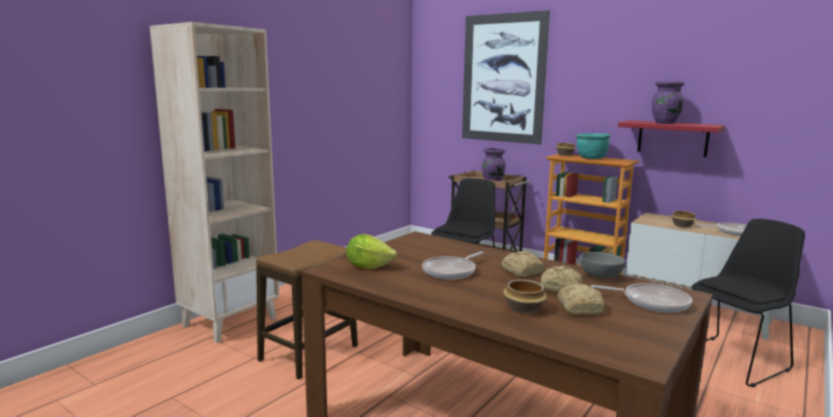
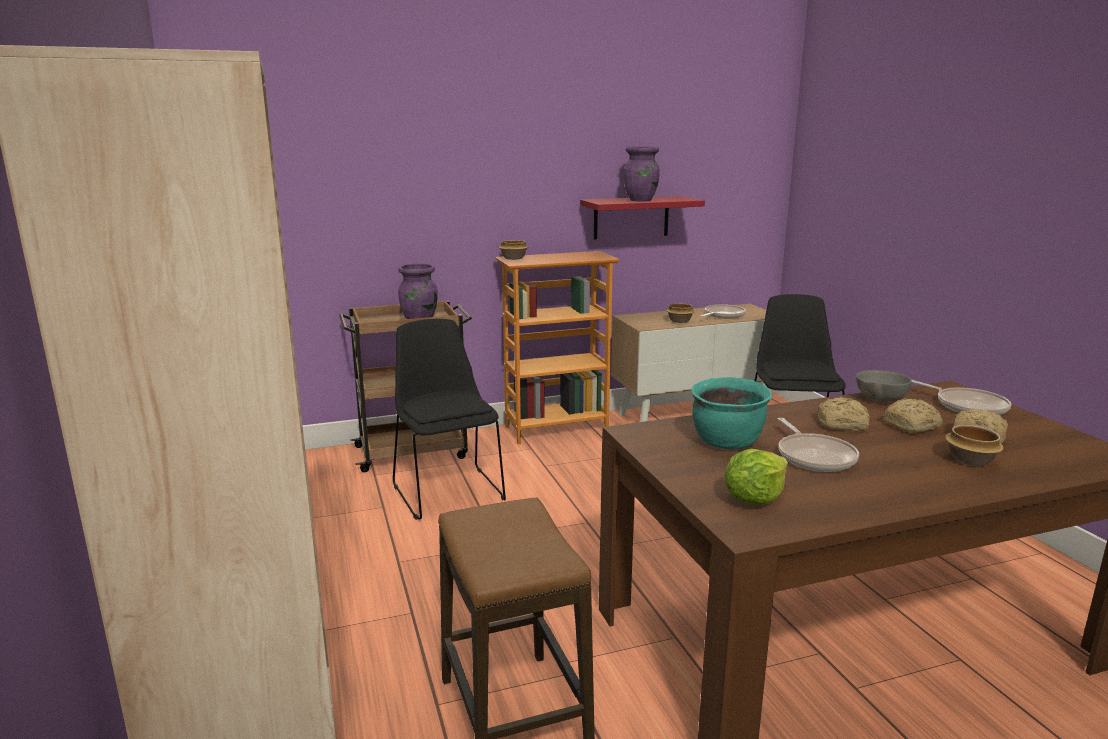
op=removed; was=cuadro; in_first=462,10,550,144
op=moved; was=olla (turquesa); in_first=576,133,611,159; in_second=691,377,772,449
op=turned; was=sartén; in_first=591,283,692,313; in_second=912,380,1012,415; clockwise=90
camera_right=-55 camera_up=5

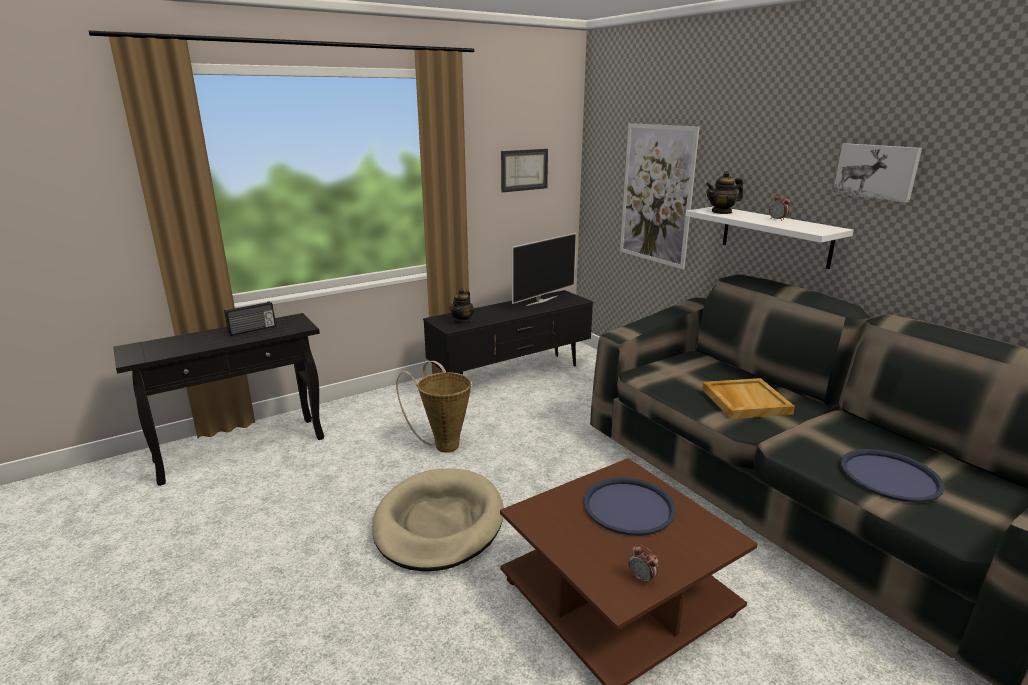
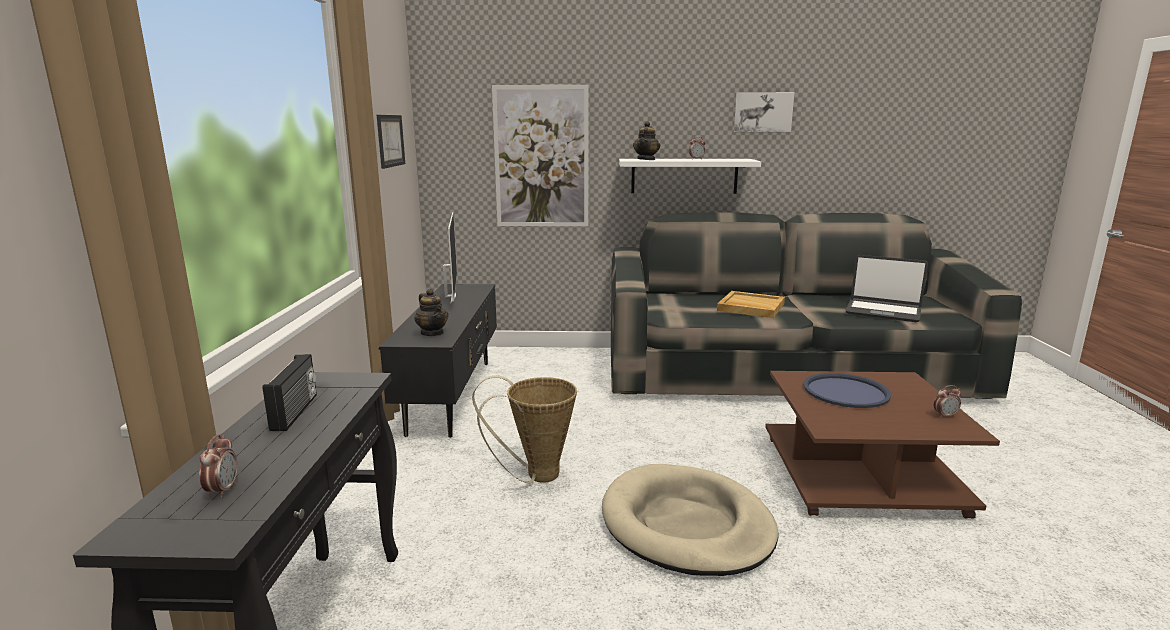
op=replaced; was=bandeja (azul); now=portátil; in_first=841,449,945,503; in_second=845,255,928,322
op=added; now=despertador; in_second=199,434,237,498
camera_right=-55 camera_up=-5

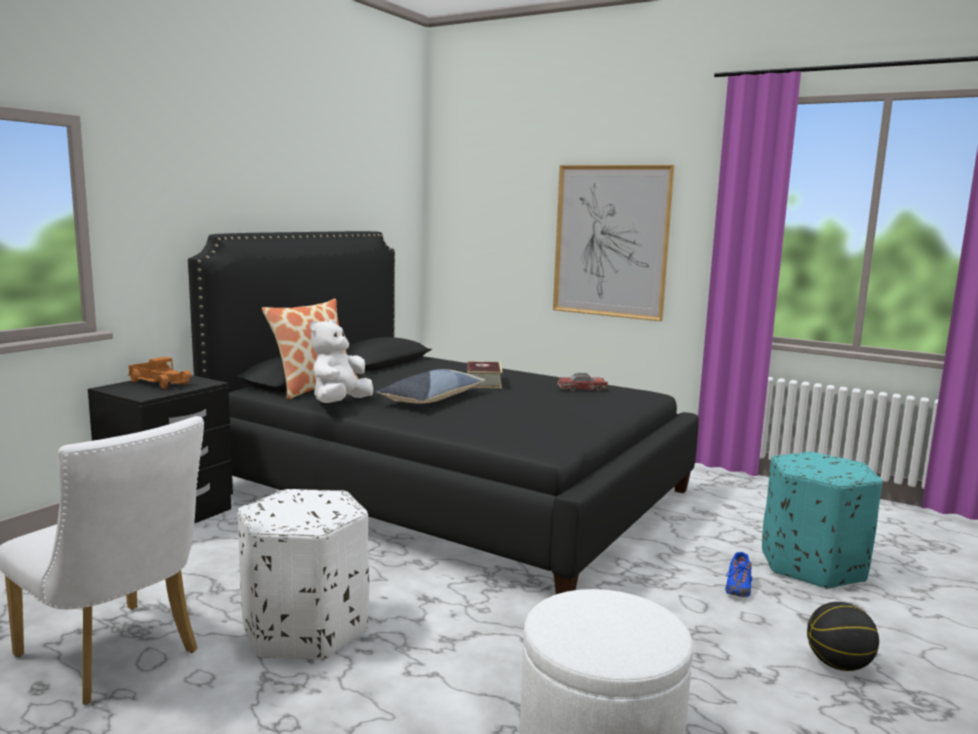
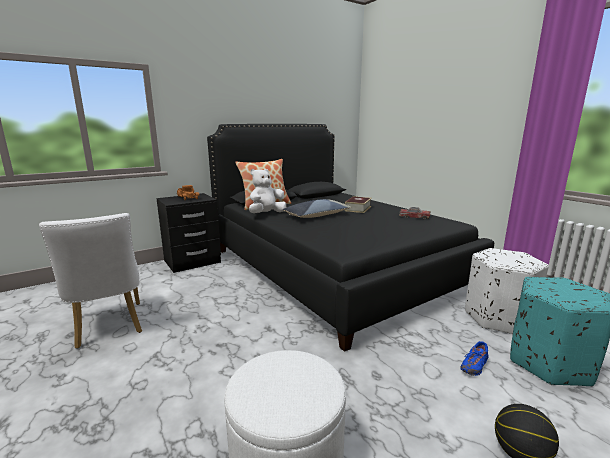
op=moved; was=puf (blanco); in_first=237,489,369,660; in_second=465,248,549,334
op=removed; was=cuadro; in_first=553,165,674,321
camera_right=25 camera_up=5

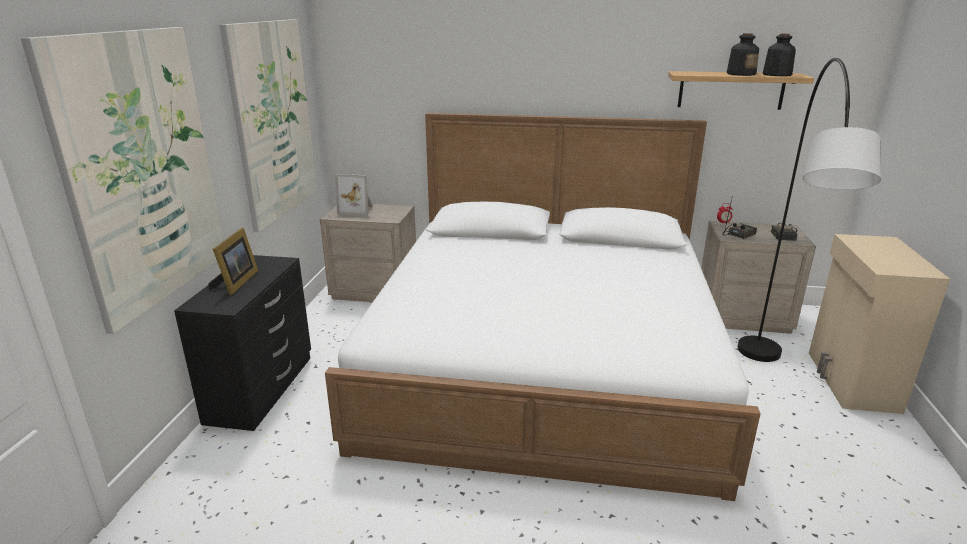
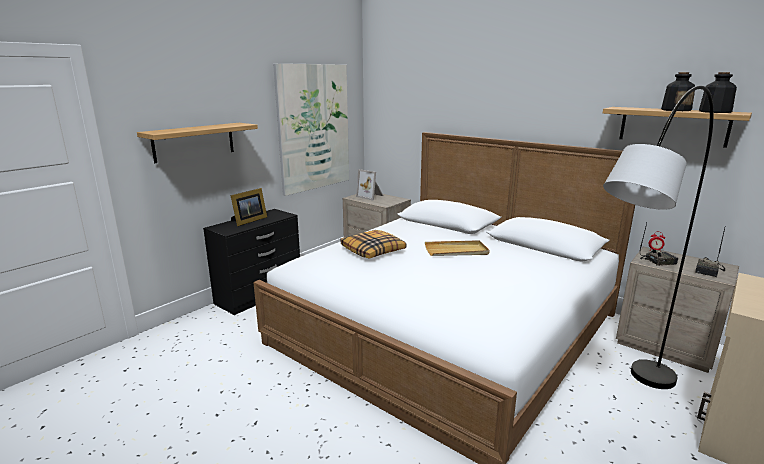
op=replaced; was=cuadro; now=estante; in_first=21,27,223,334; in_second=137,123,258,163
op=added; now=cojín; in_second=340,230,406,259
op=added; now=bandeja (beis); in_second=425,240,490,256
camera_right=30 camera_up=-5

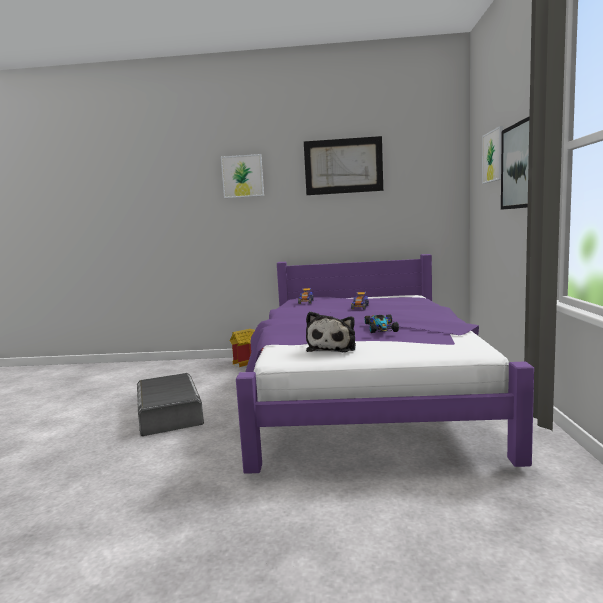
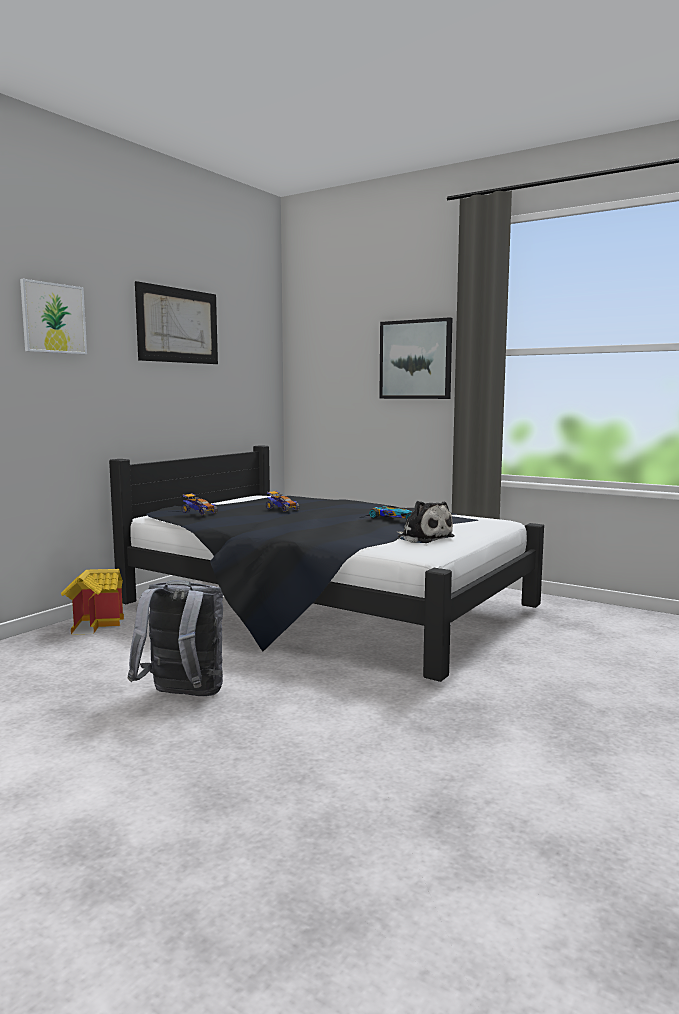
op=replaced; was=caja de almacenaje (gris); now=mochila (gris); in_first=137,373,204,436; in_second=128,580,223,696
op=recoloured; was=cama (morado); now=cama (negro); in_first=236,254,534,474; in_second=109,445,544,682
op=removed; was=cuadro; in_first=482,126,503,184
camera_right=-60 camera_up=0

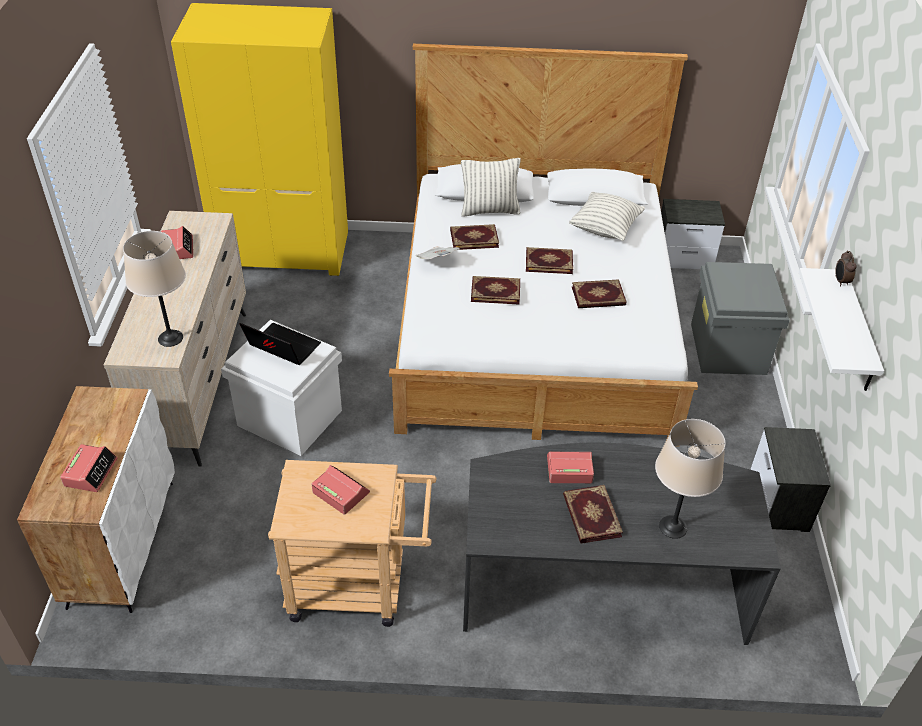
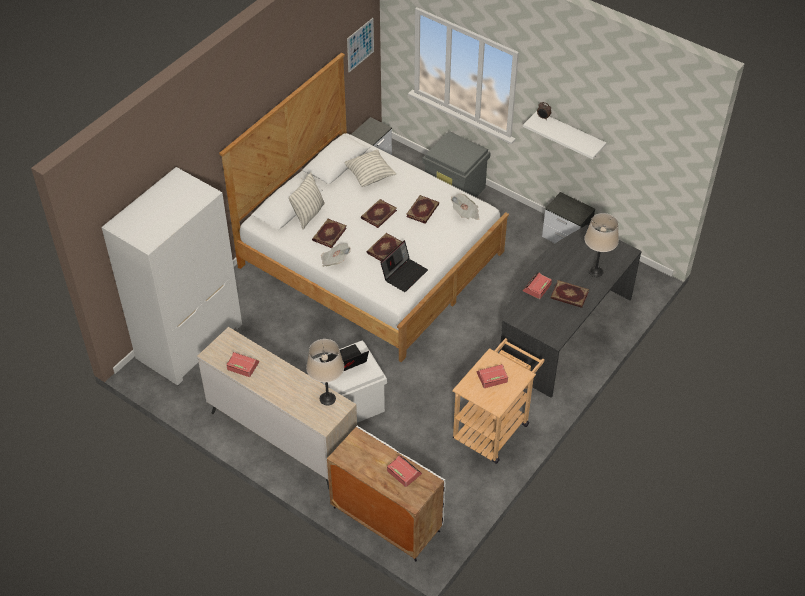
op=recoloured; was=armario ropero (amarillo); now=armario ropero (blanco); in_first=171,3,348,276; in_second=102,167,242,385
op=added; now=cuadro; in_second=347,18,374,73
op=added; now=portátil; in_second=380,240,428,292
op=added; now=periódico; in_second=451,194,479,220
camera_right=-55 camera_up=5

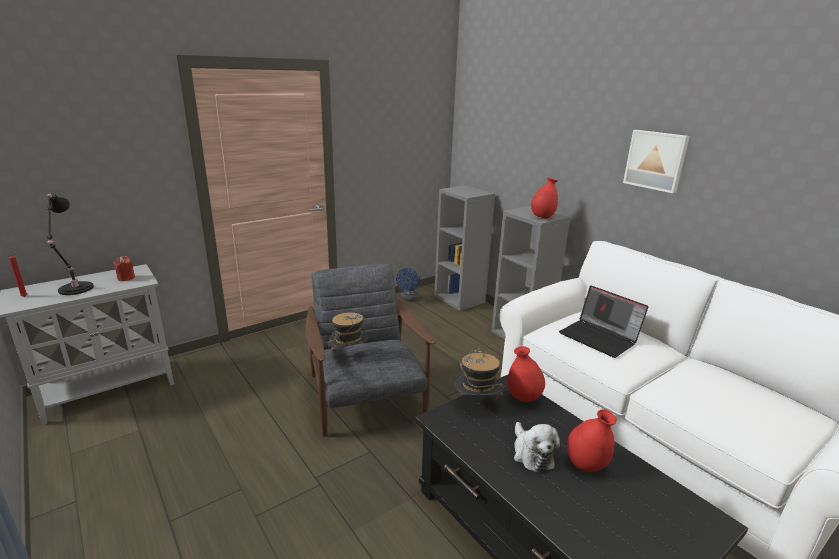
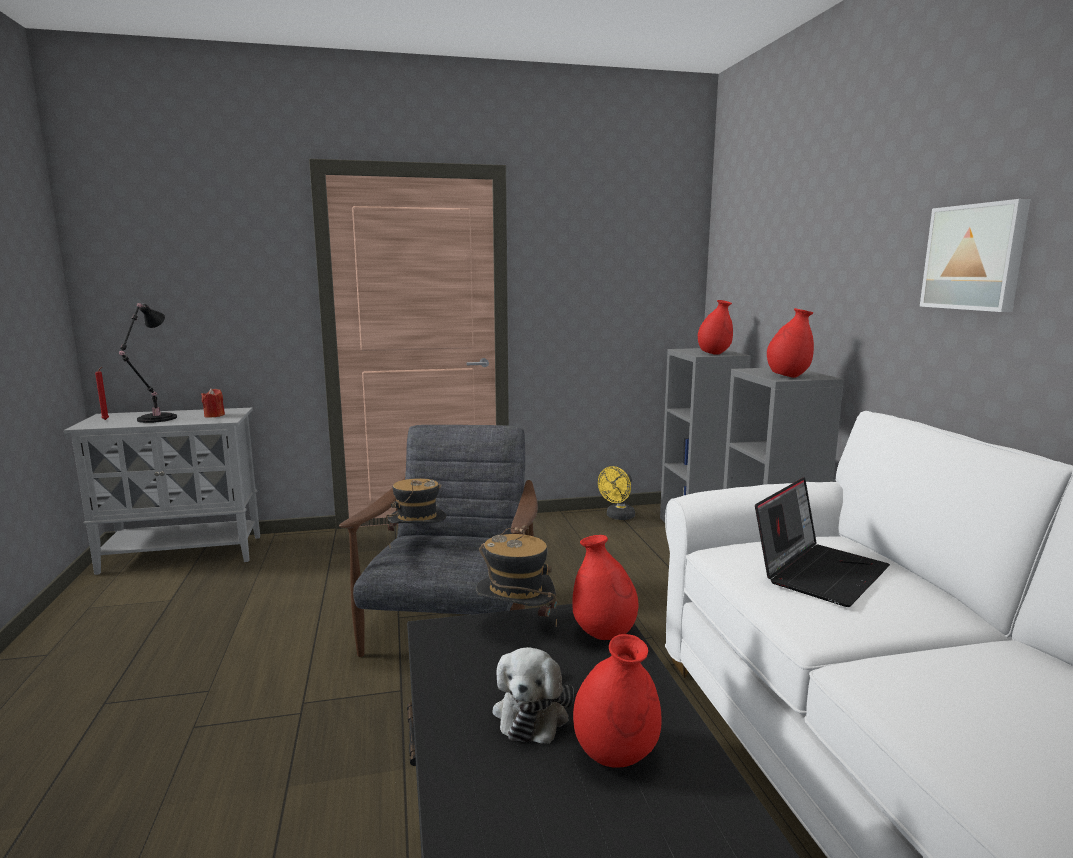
op=recoloured; was=ventilador (azul); now=ventilador (amarillo); in_first=396,268,420,302; in_second=598,466,635,520
op=turned; was=portátil; in_first=559,285,649,358; in_second=755,477,890,607; clockwise=-120
op=added; now=florero (rojo); in_second=698,300,733,355
camera_right=25 camera_up=-10

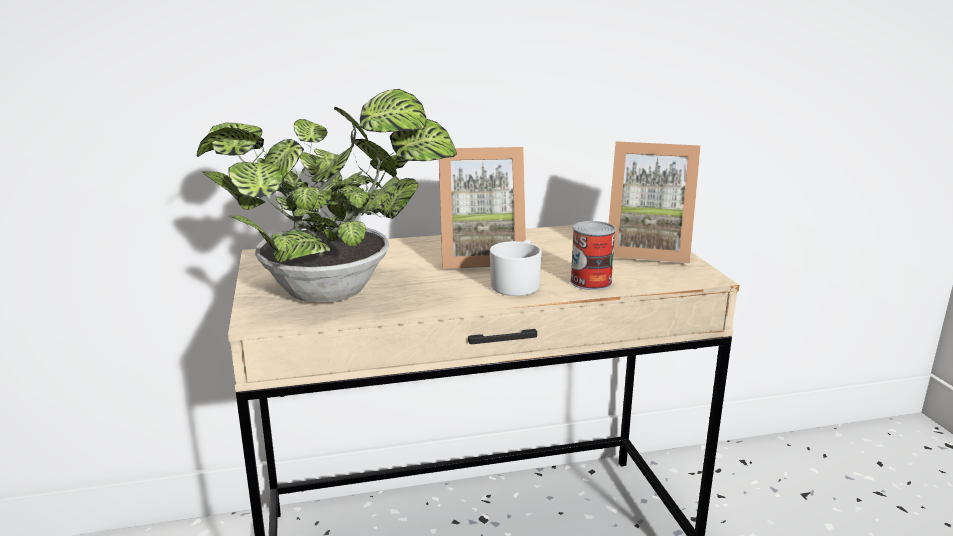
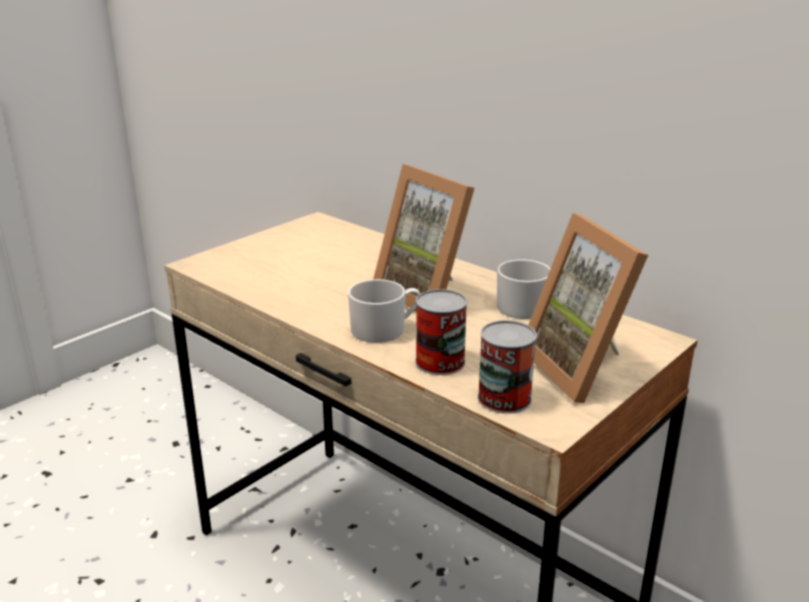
op=removed; was=planta en maceta; in_first=197,89,457,303
op=added; now=lata; in_second=478,320,537,414
op=added; now=taza grande (blanco); in_second=497,260,551,319
camera_right=55 camera_up=5

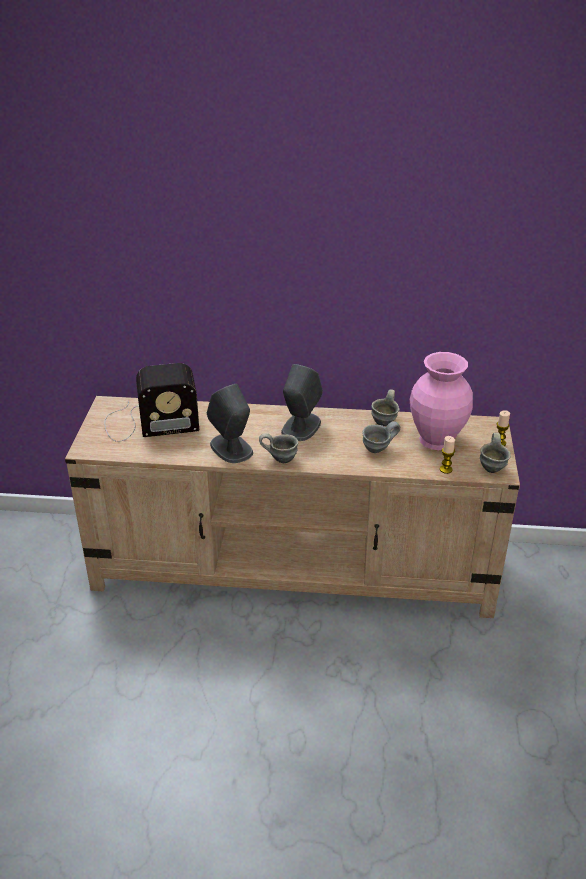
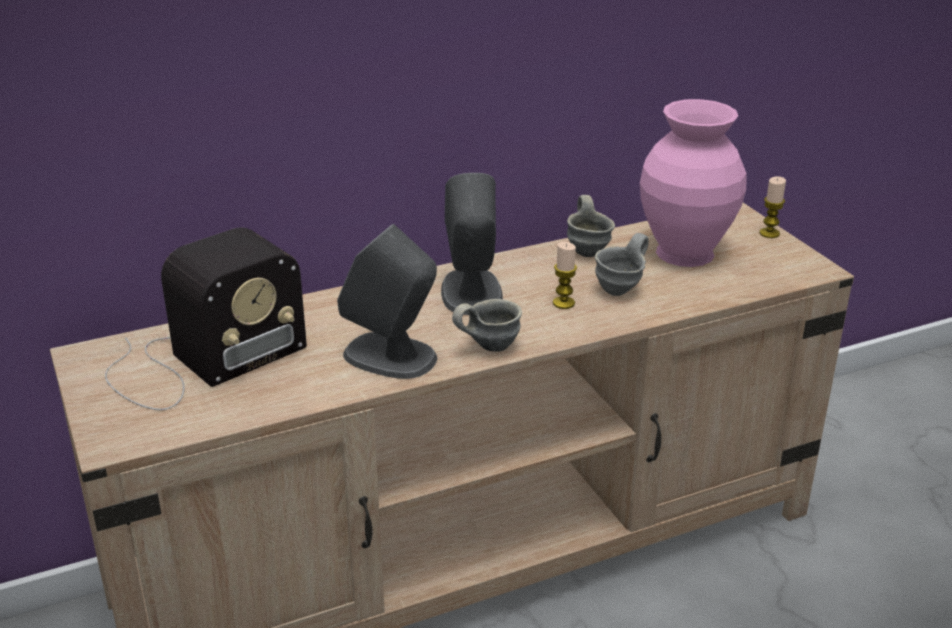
op=moved; was=vela; in_first=440,436,455,474; in_second=553,242,577,309
op=removed; was=taza grande (gris); in_first=480,432,511,473
camera_right=-30 camera_up=-5

